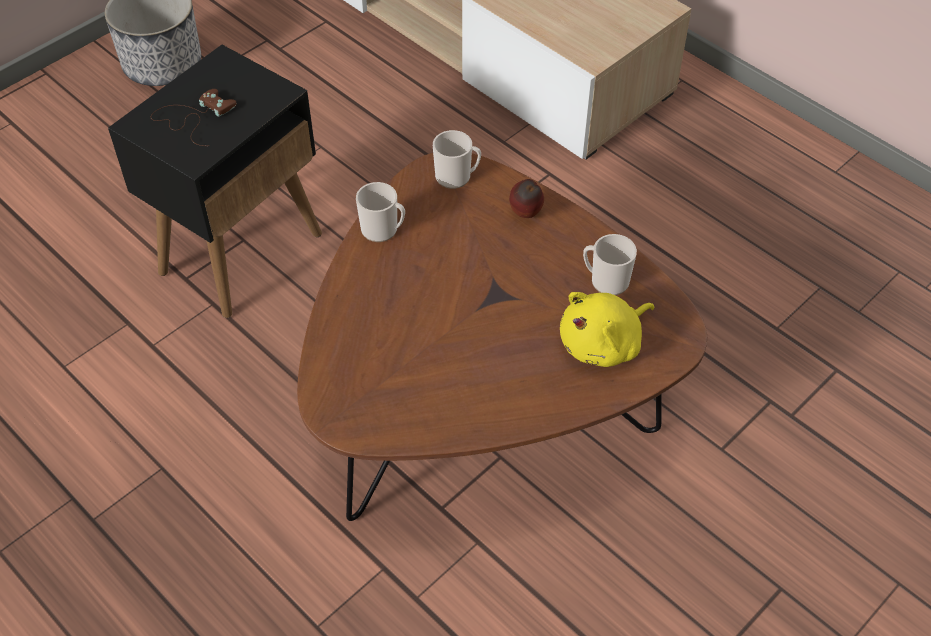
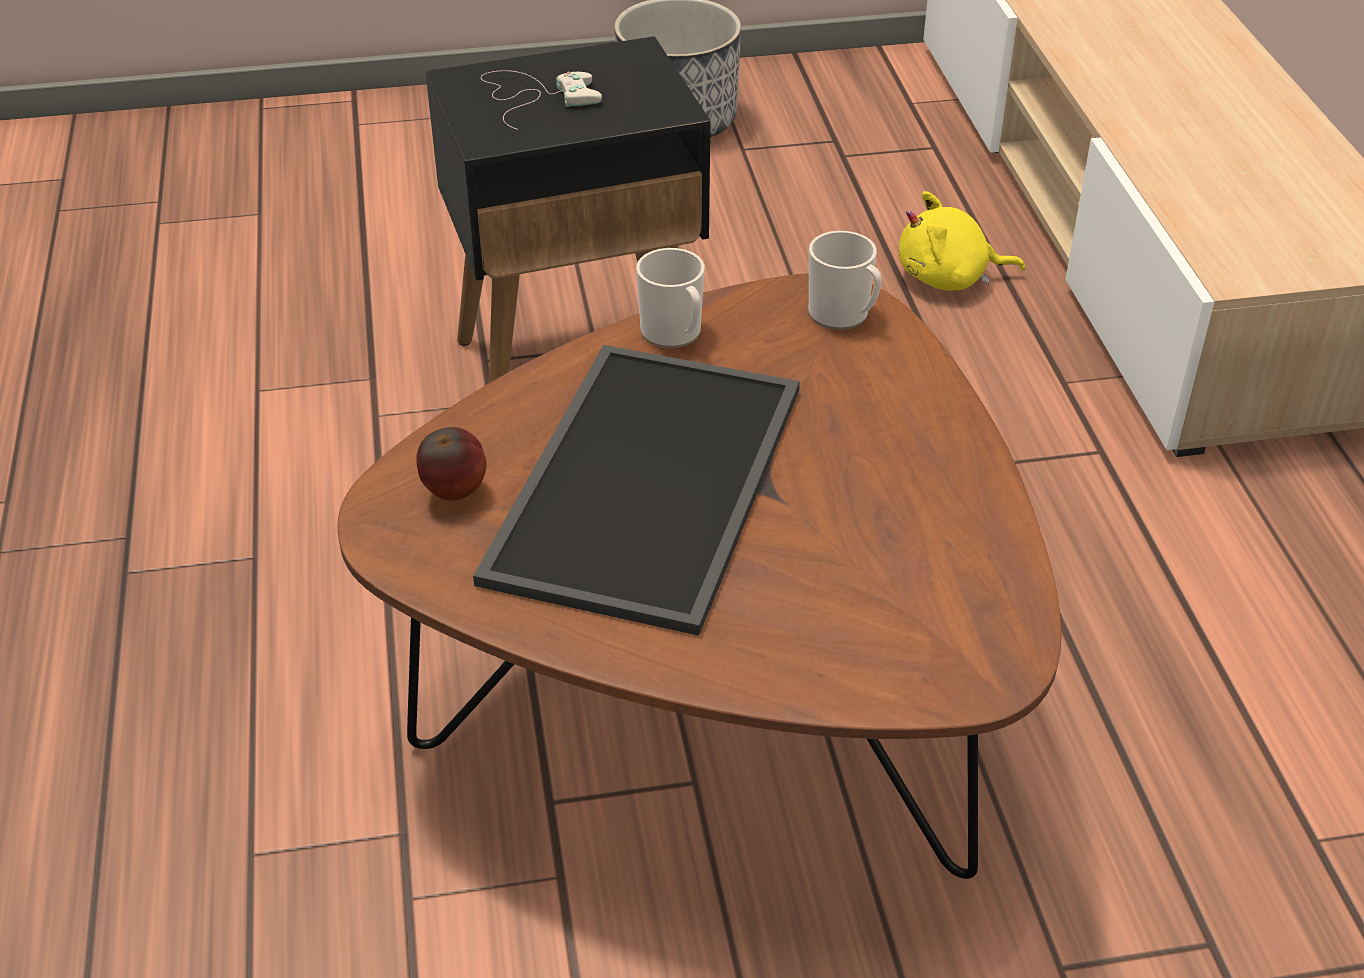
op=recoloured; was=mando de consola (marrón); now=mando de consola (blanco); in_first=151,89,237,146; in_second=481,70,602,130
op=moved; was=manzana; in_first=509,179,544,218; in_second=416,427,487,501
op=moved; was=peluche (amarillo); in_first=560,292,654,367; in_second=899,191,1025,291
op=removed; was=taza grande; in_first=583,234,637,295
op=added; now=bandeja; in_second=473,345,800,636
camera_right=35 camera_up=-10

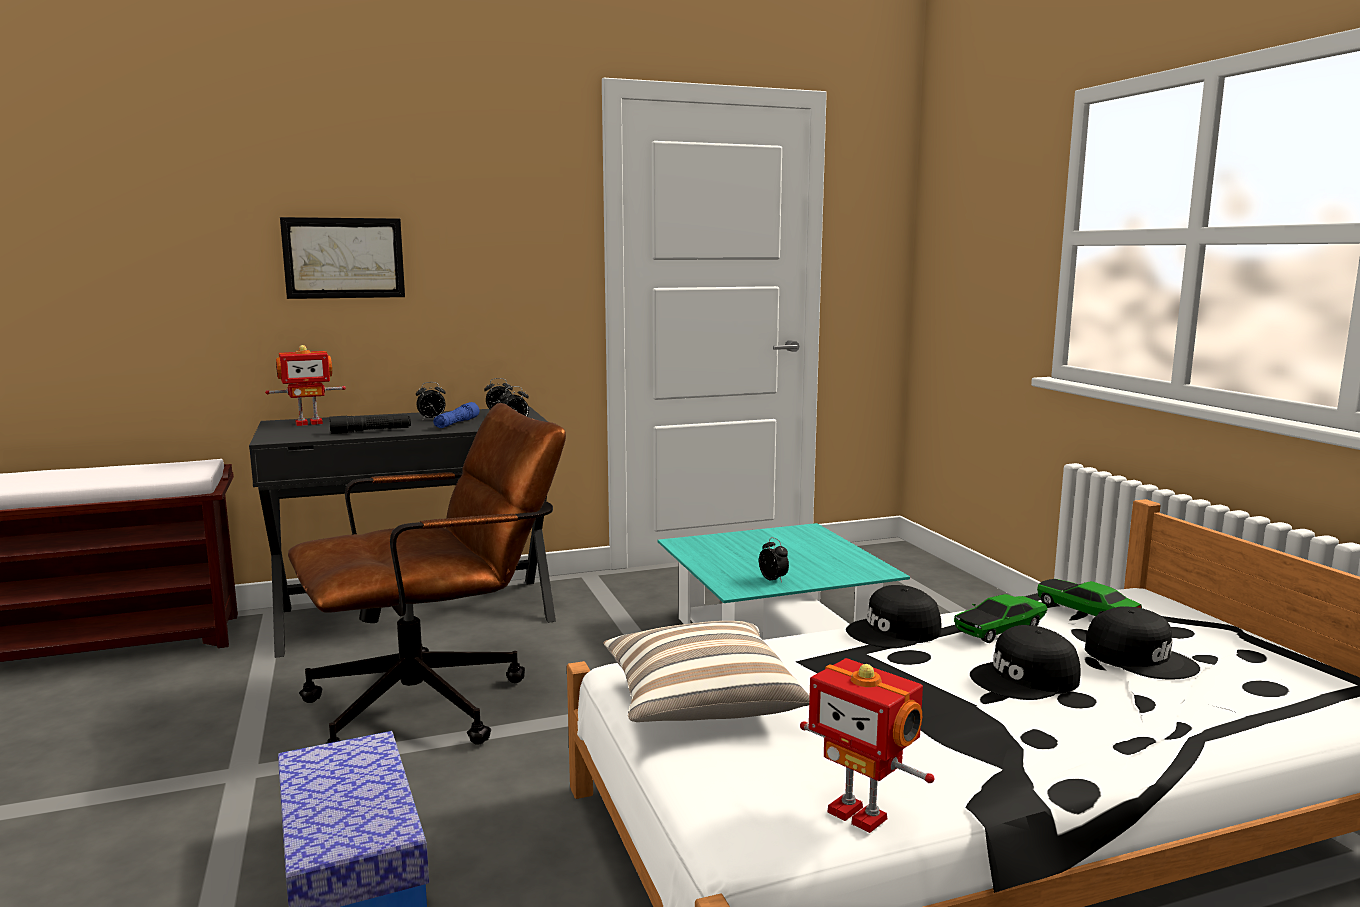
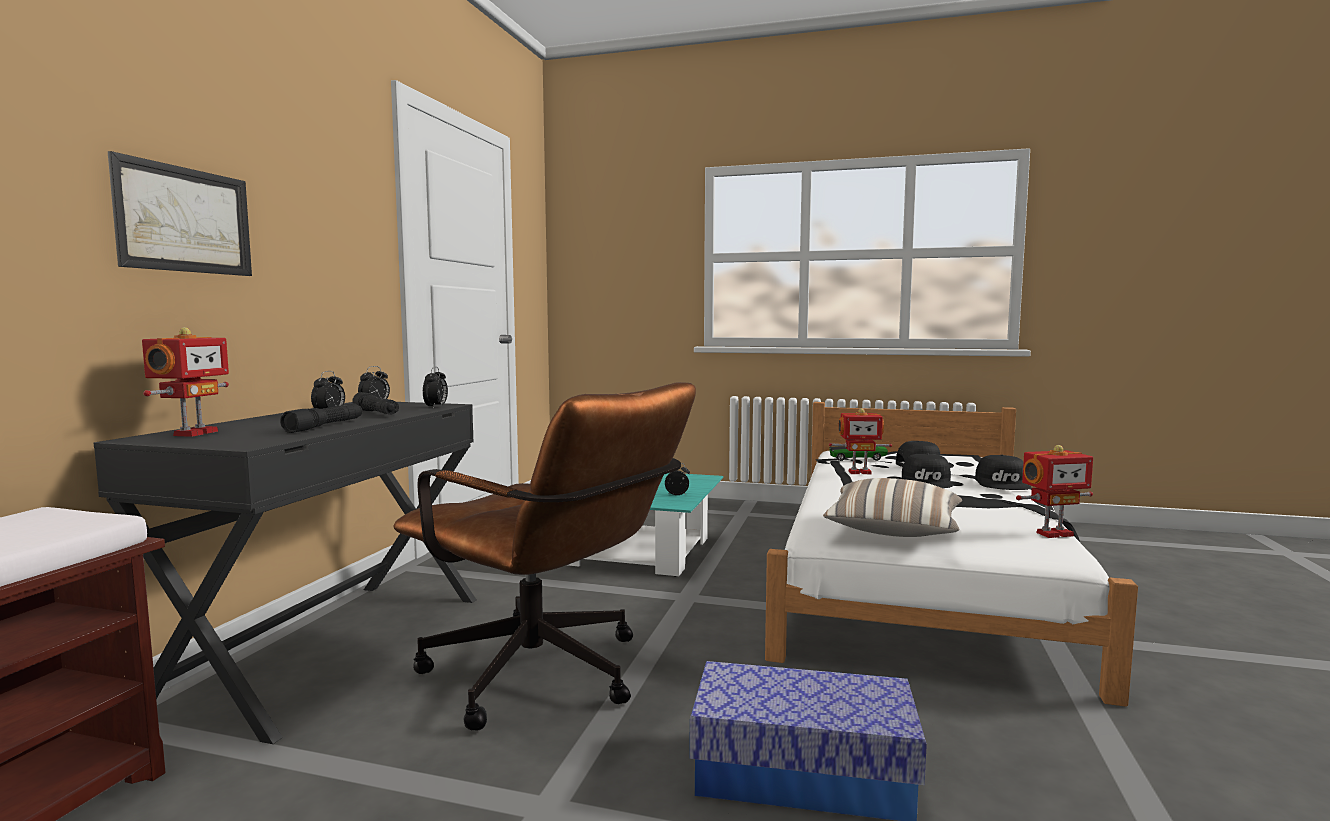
op=turned; was=silla de oficina (marrón); in_first=288,403,566,745; in_second=393,382,696,731; clockwise=120
op=recoloured; was=linterna (azul); now=linterna (negro); in_first=433,402,479,428; in_second=352,392,399,415
op=moved; was=gorra (negro); in_first=846,585,942,648; in_second=975,455,1032,490
op=replaced; was=coche de juguete; now=robot de juguete; in_first=954,594,1048,643; in_second=829,408,892,474
camera_right=-55 camera_up=-5

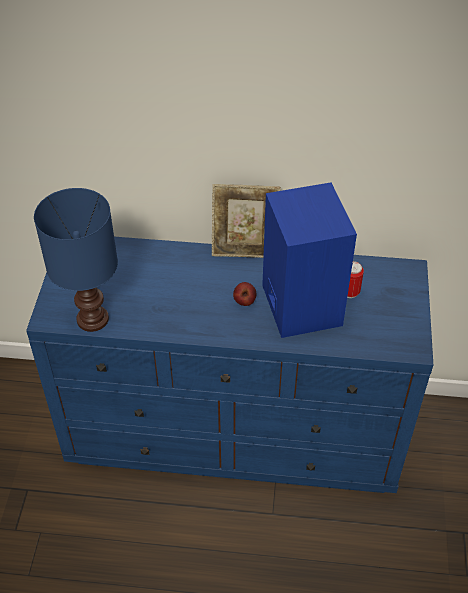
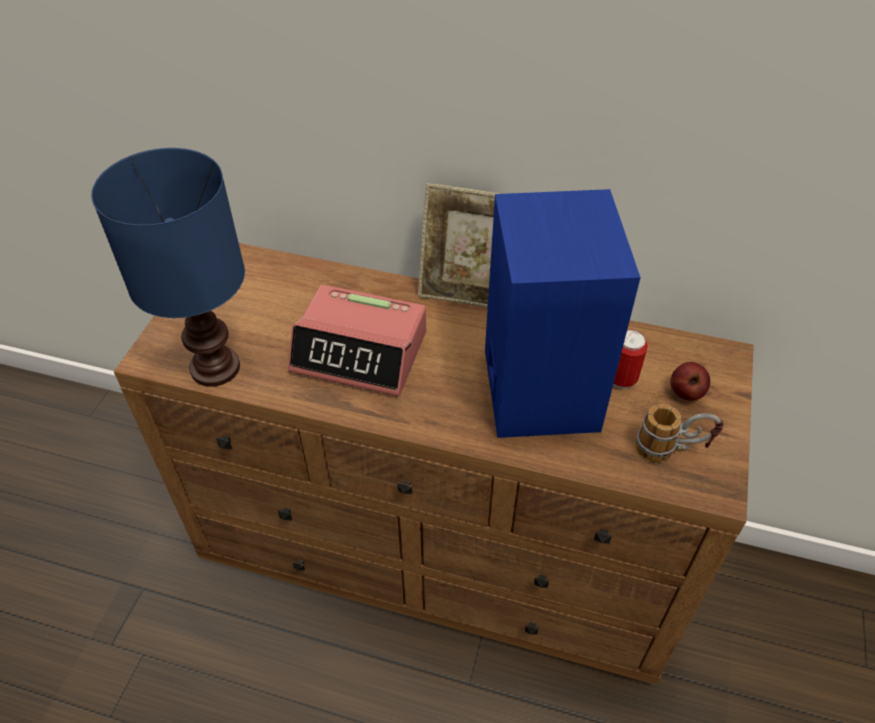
op=recoloured; was=cómoda (azul); now=cómoda (marrón); in_first=26,237,433,493; in_second=114,243,754,685
op=moved; was=manzana; in_first=233,282,256,306; in_second=670,362,710,401
op=added; now=despertador; in_second=288,285,426,397
op=added; now=taza grande; in_second=636,404,724,463
camera_right=10 camera_up=0

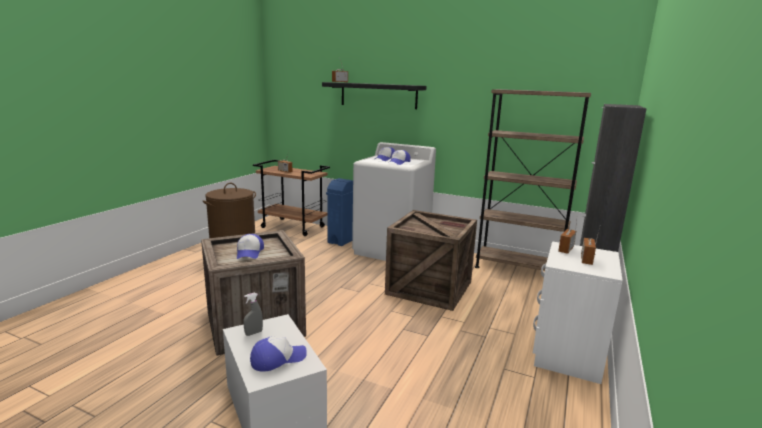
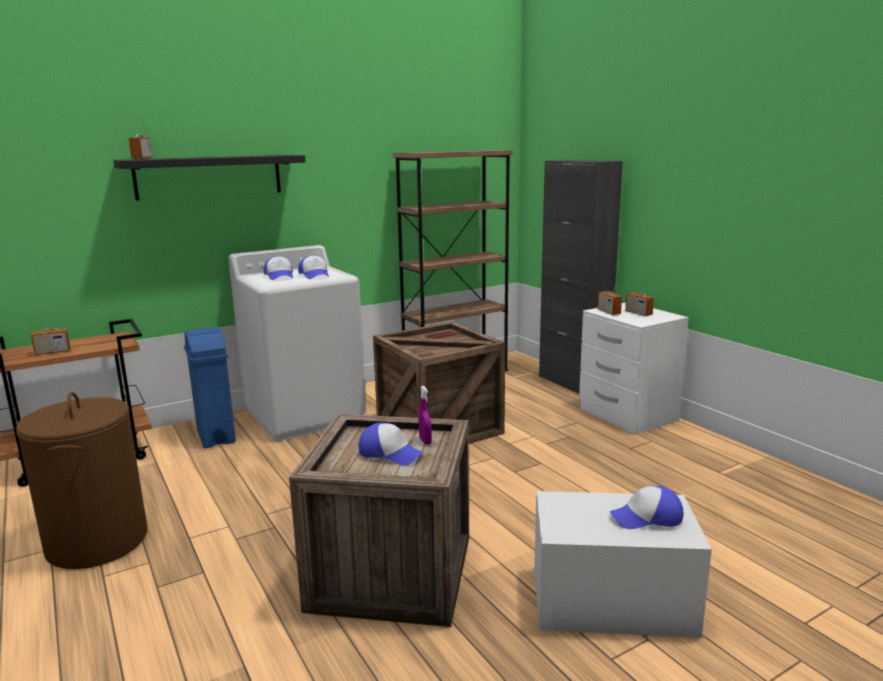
op=removed; was=pulverizador (gris); in_first=243,293,263,336
op=turned; was=gorra; in_first=250,337,307,372; in_second=610,486,684,529; clockwise=-105
op=added; now=pulverizador (morado); in_second=419,386,432,445
camera_right=-55 camera_up=0

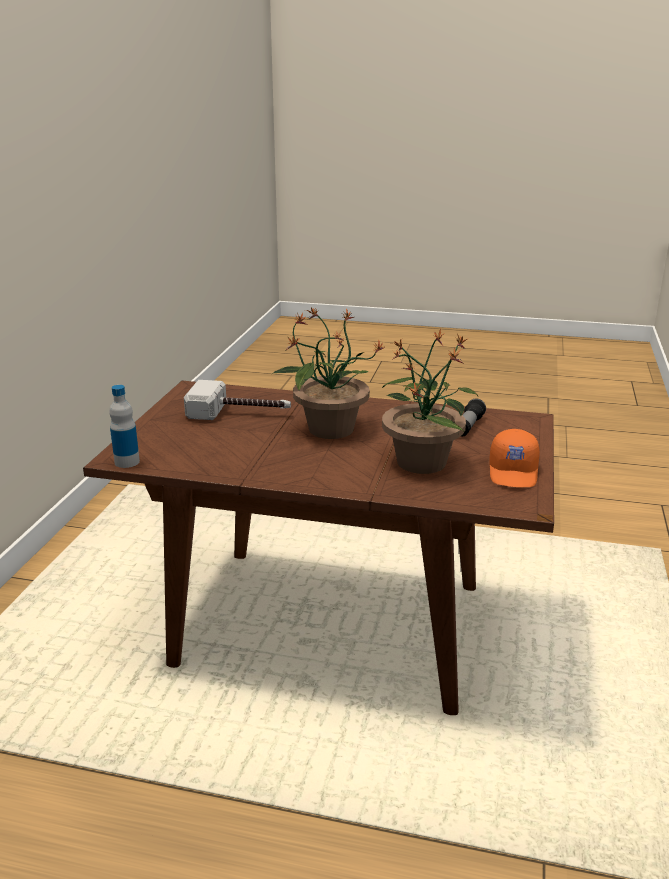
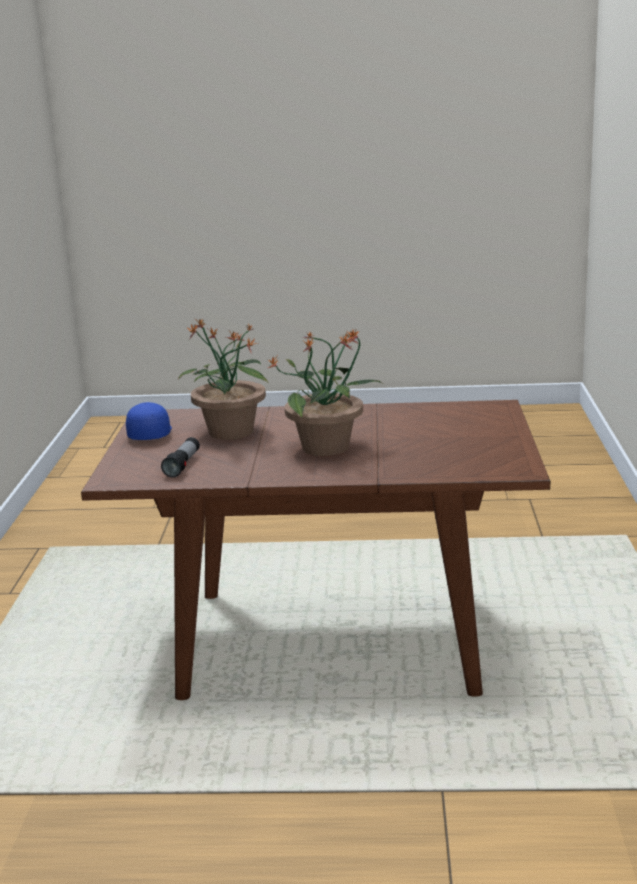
op=removed; was=botella; in_first=109,385,140,468
op=removed; was=martillo; in_first=184,380,291,420
op=recoloured; was=gorra (naranja); now=gorra (azul); in_first=489,429,540,487; in_second=126,402,172,440
camera_right=170 camera_up=-5

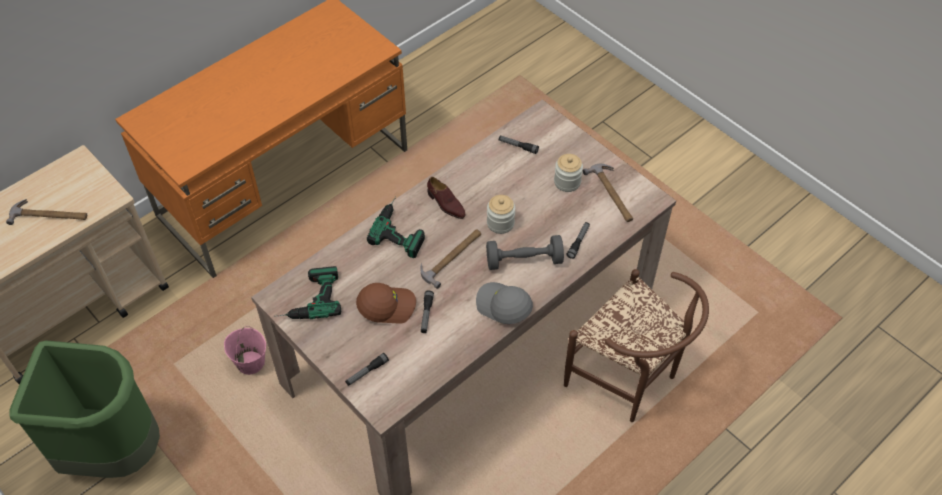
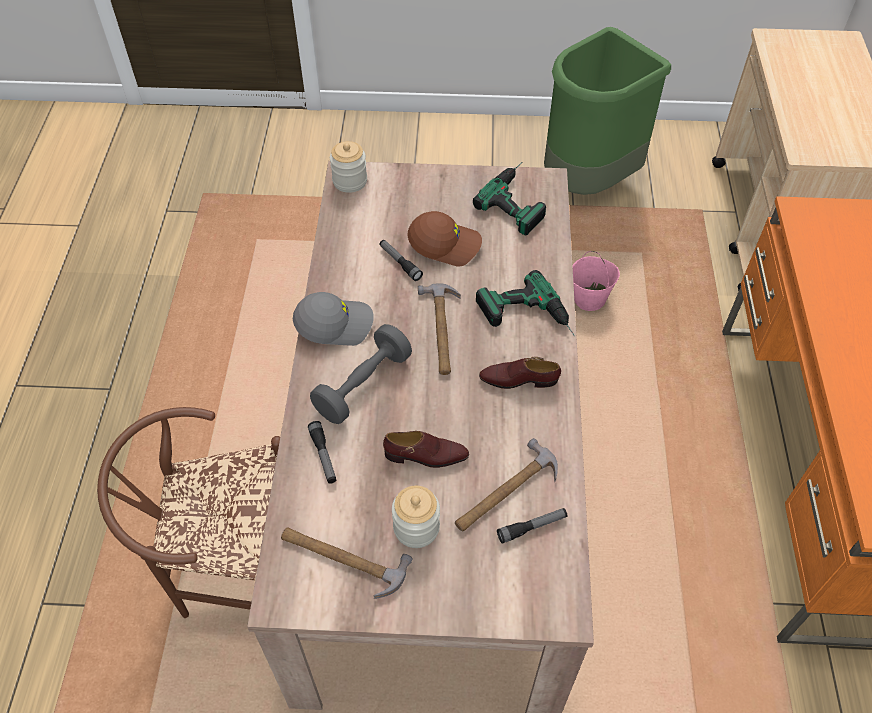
op=moved; was=martillo; in_first=6,199,87,225; in_second=455,438,558,531
op=removed; was=linterna; in_first=345,353,389,386
op=turned; was=gorra (marrón); in_first=356,283,416,324; in_second=407,211,482,267; clockwise=-120
op=moved; was=tarro; in_first=487,195,515,234; in_second=330,141,367,193
op=added; now=zapato (marrón); in_second=383,431,469,468
camera_right=135 camera_up=0

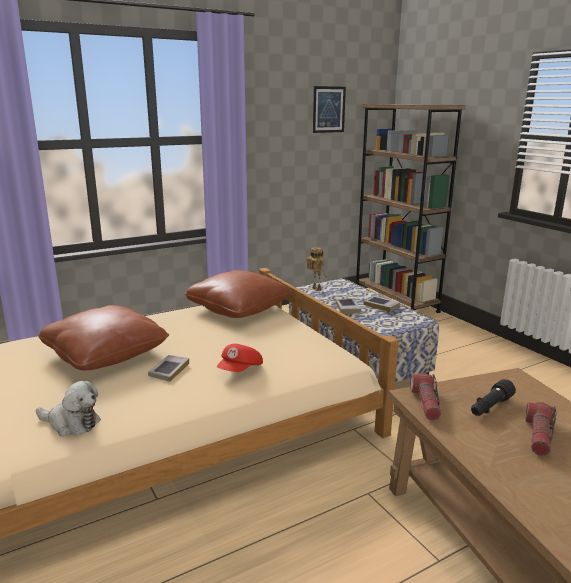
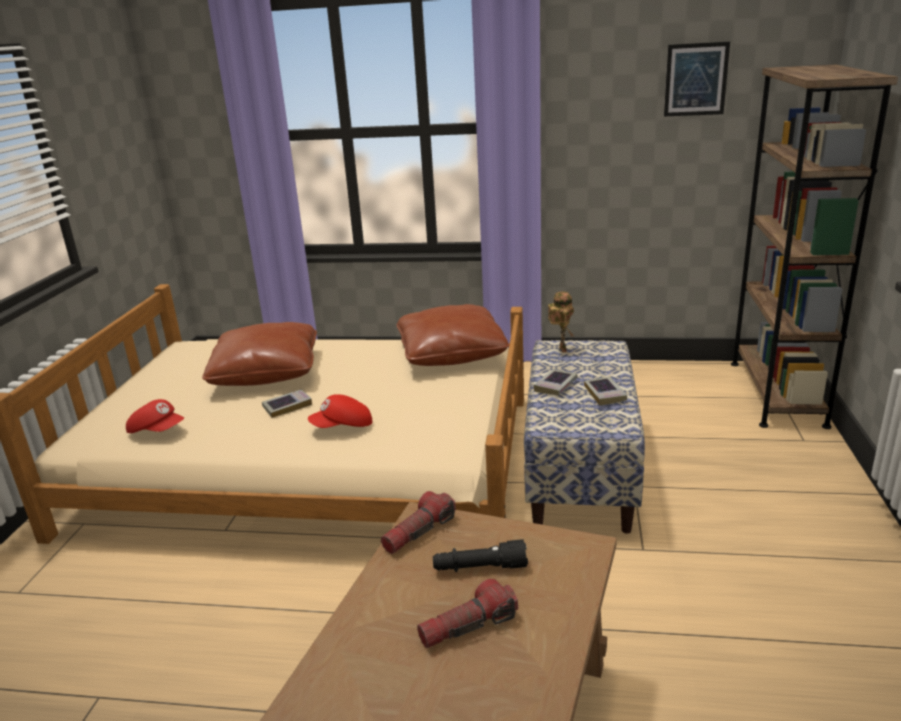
op=replaced; was=peluche; now=gorra (rojo); in_first=36,381,101,436; in_second=126,399,184,433
camera_right=40 camera_up=5

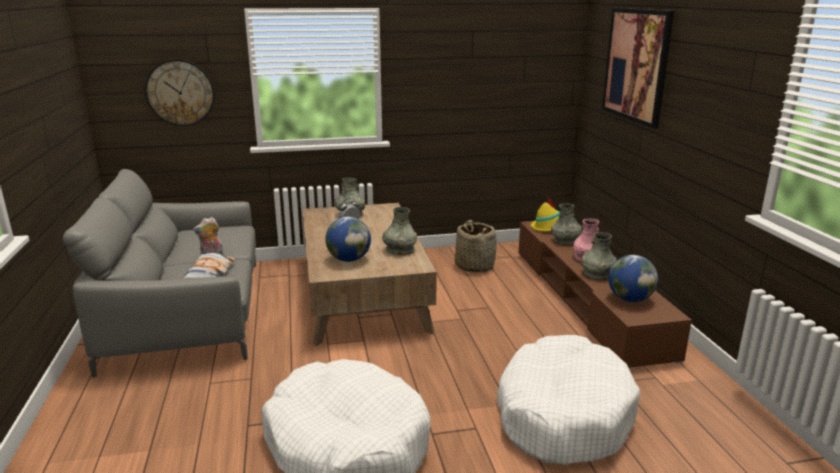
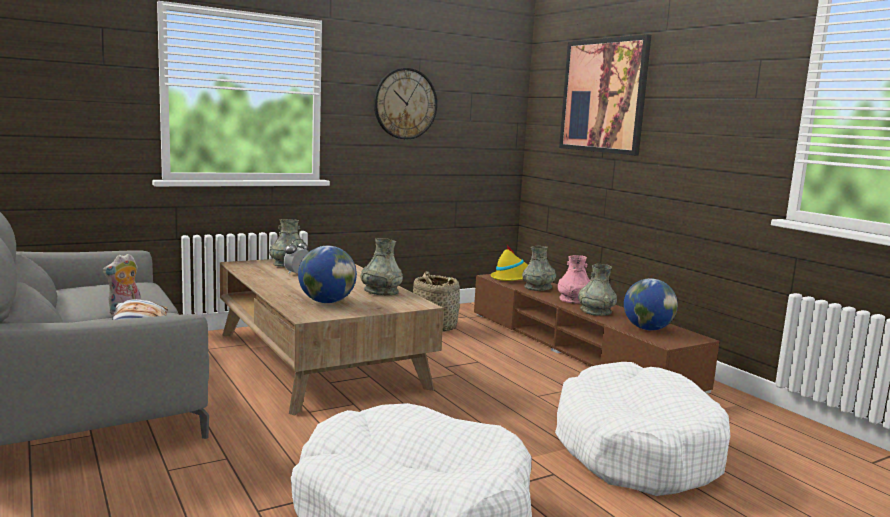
op=moved; was=reloj de pared; in_first=145,59,215,126; in_second=374,68,437,139
camera_right=-20 camera_up=-10

